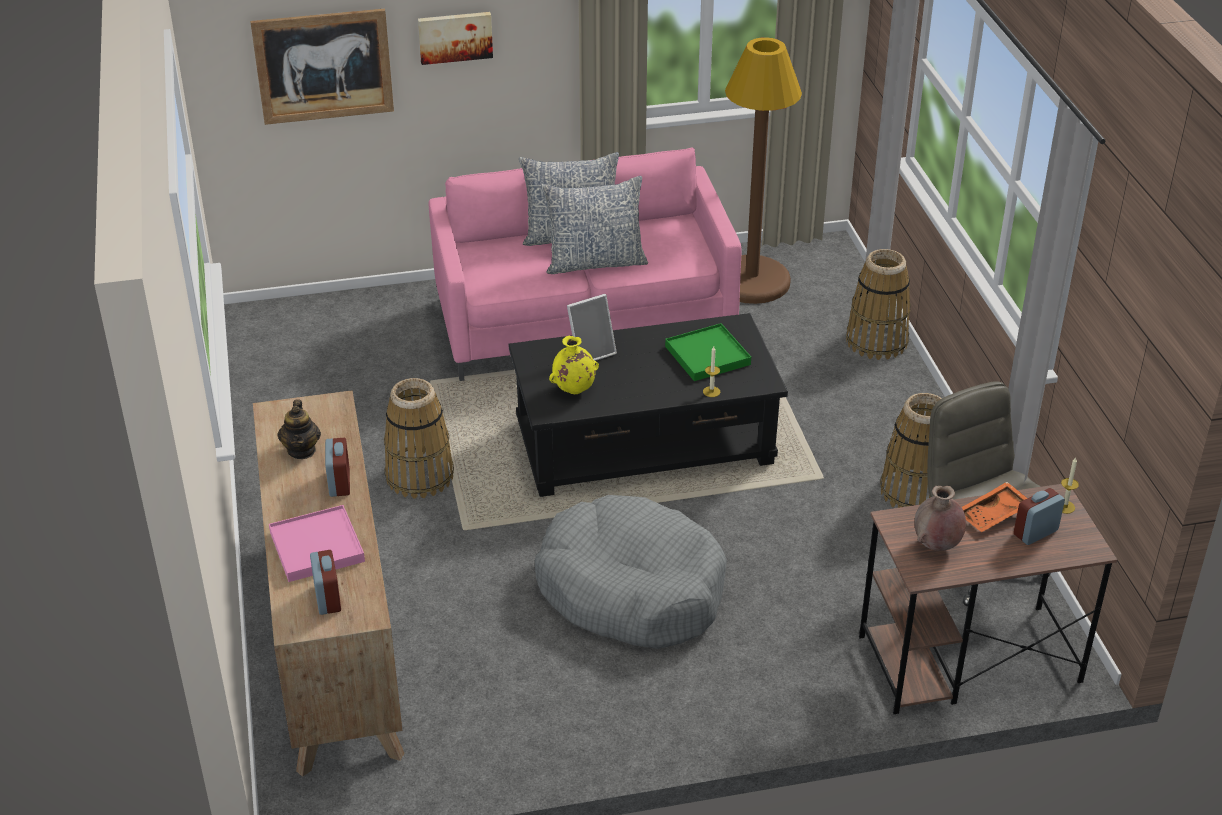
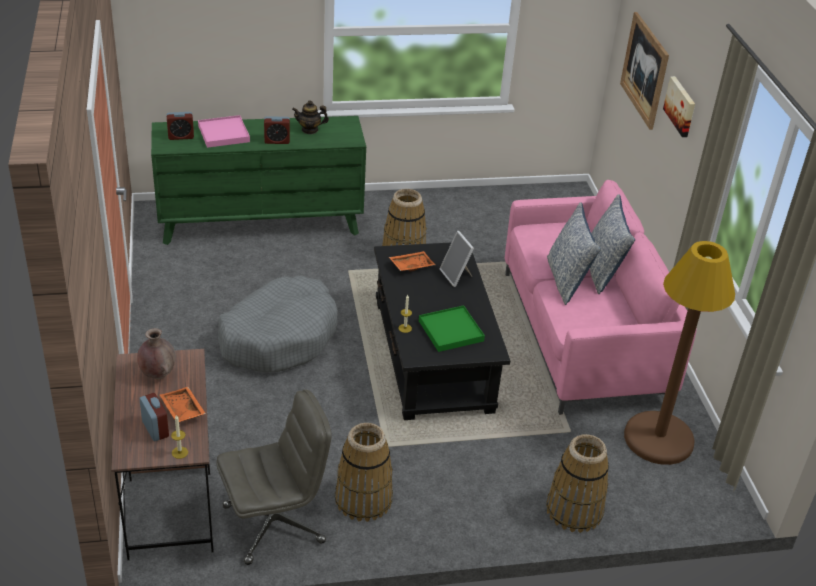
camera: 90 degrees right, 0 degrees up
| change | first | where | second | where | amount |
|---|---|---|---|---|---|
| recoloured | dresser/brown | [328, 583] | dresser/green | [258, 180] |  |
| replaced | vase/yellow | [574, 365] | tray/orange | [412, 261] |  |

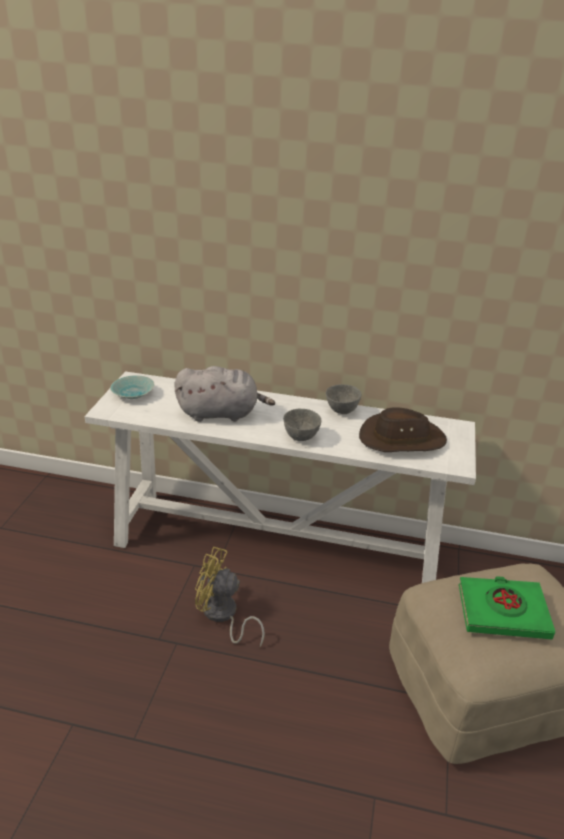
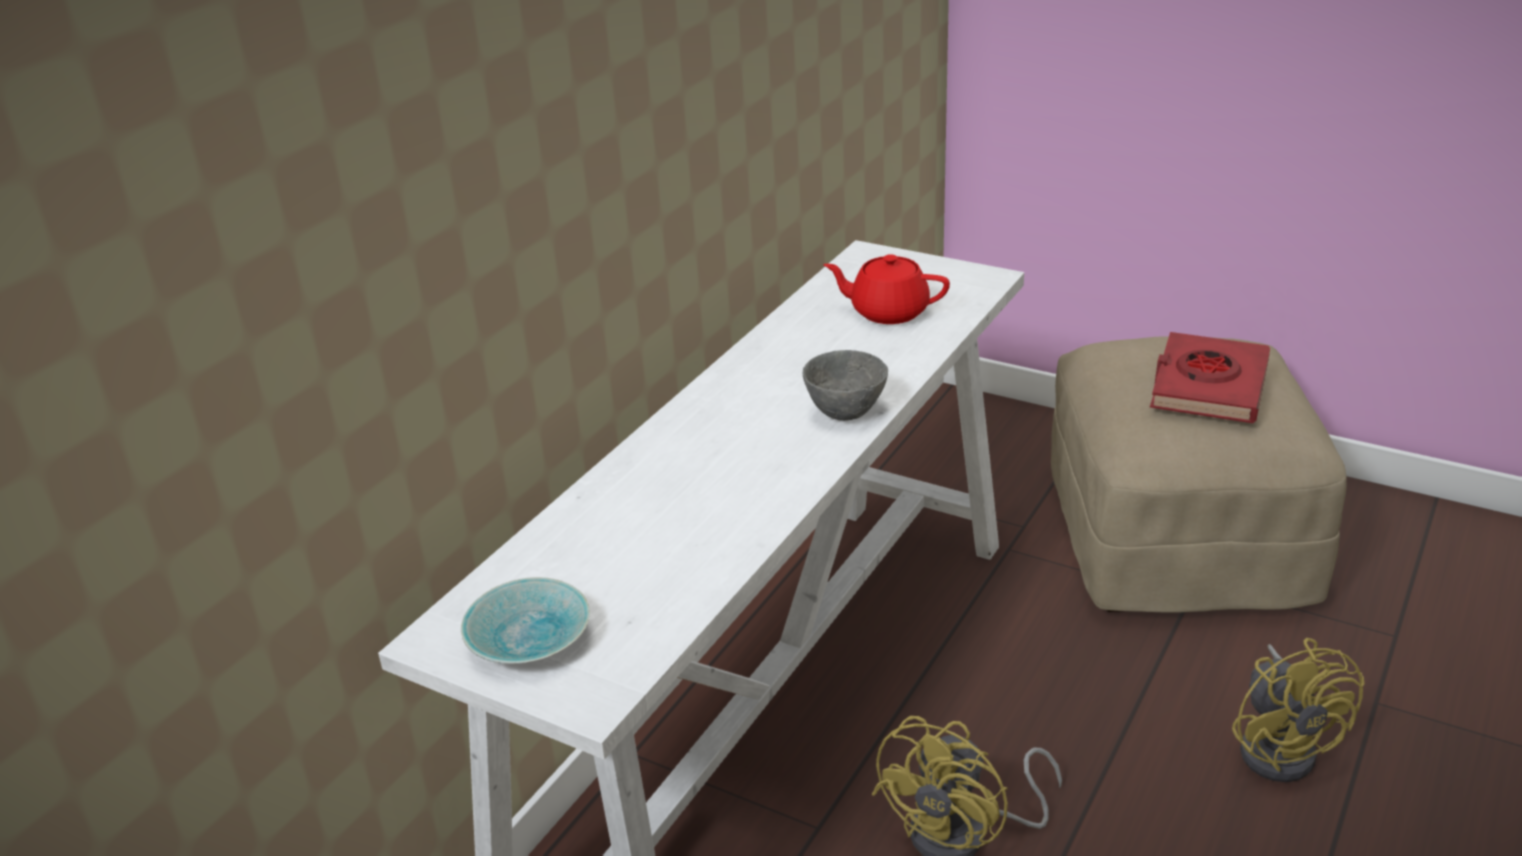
camera: 70 degrees left, 0 degrees up
| change | first | where | second | where | amount |
|---|---|---|---|---|---|
| replaced | hat/brown | [403, 429] | teapot/red | [886, 289] |  |
| recoloured | book/green | [507, 607] | book/red | [1210, 377] |  |
| added |  |  | fan/yellow | [1298, 710] |  |
| removed | plush toy/grey | [225, 394] |  |  |  |
| removed | bowl/grey | [343, 399] |  |  |  |

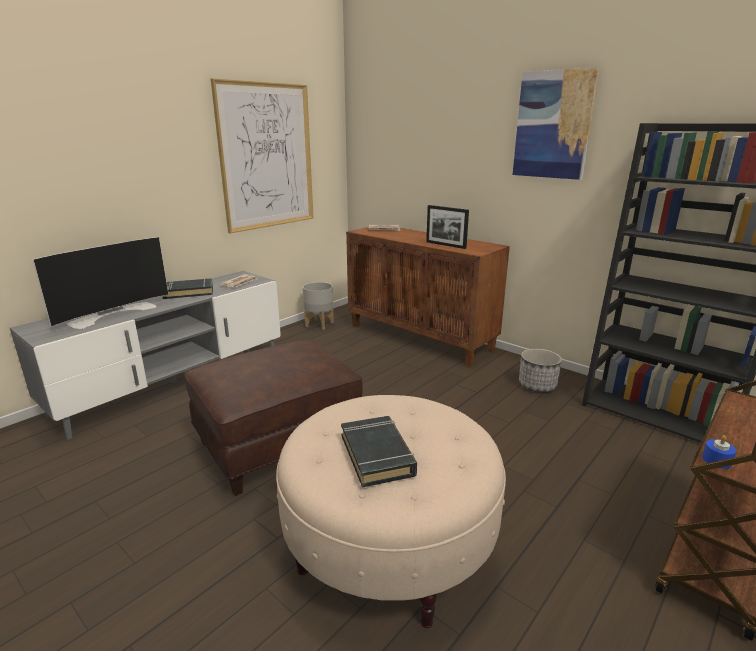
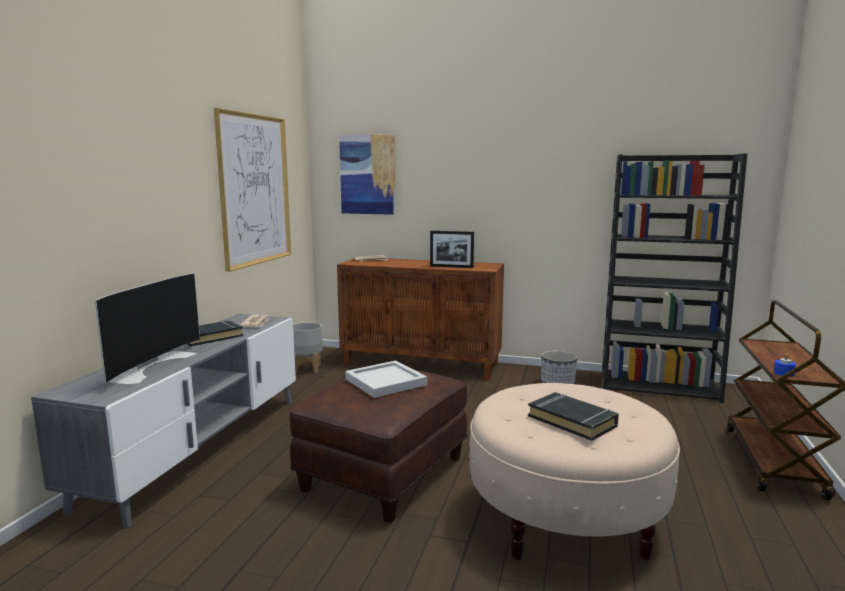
camera: 25 degrees left, 10 degrees down
| change | first | where | second | where | amount |
|---|---|---|---|---|---|
| moved | picture | [555, 123] |  | [367, 174] |  |
| added |  |  | tray/white | [386, 379] |  |

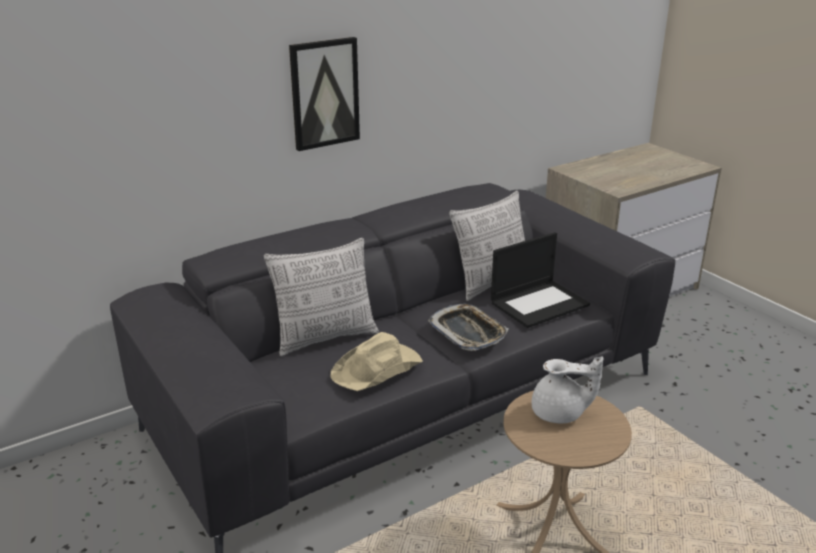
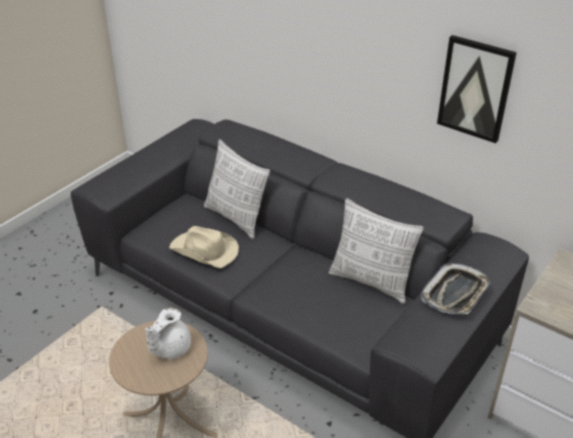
camera: 70 degrees right, 10 degrees up
| change | first | where | second | where | amount |
|---|---|---|---|---|---|
| turned | teapot/white | [567, 389] |  | [168, 333] | 45 degrees clockwise |
| moved | tray | [468, 327] |  | [456, 288] |  |
| moved | picture | [324, 94] |  | [477, 89] |  |
| removed | laptop | [540, 280] |  |  |  |

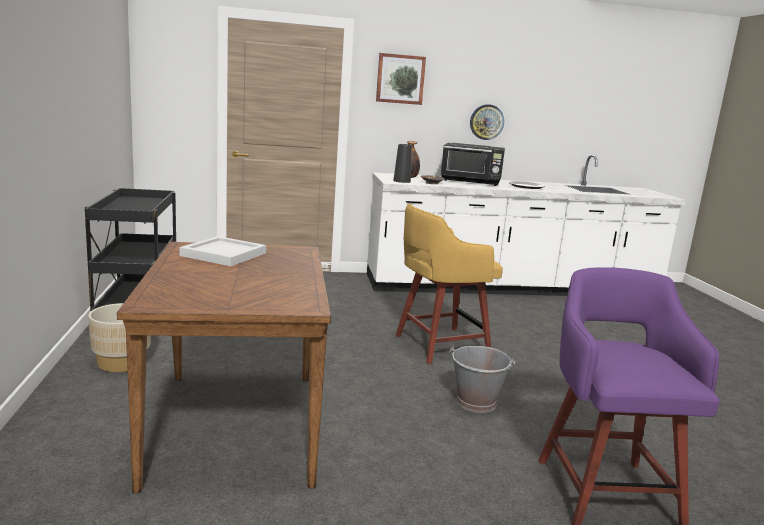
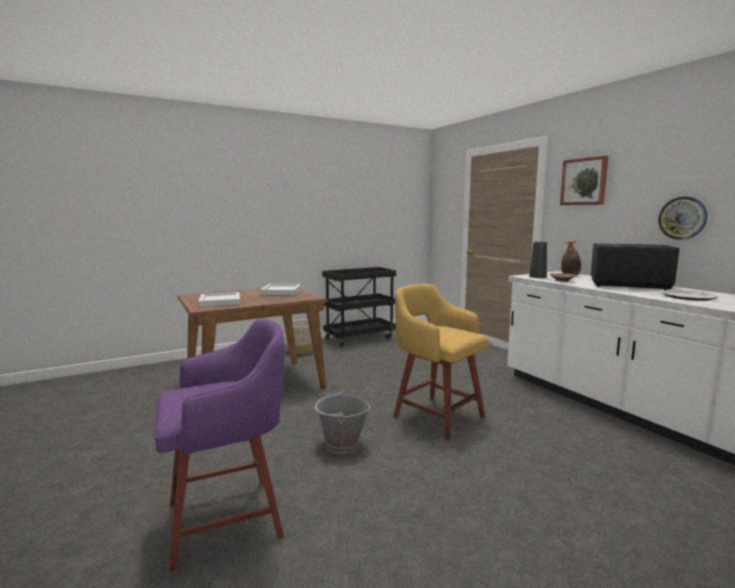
camera: 70 degrees right, 5 degrees down
| change | first | where | second | where | amount |
|---|---|---|---|---|---|
| added |  |  | tray/white | [219, 299] |  |
| turned | microwave/black | [473, 164] |  | [635, 266] | 120 degrees clockwise |

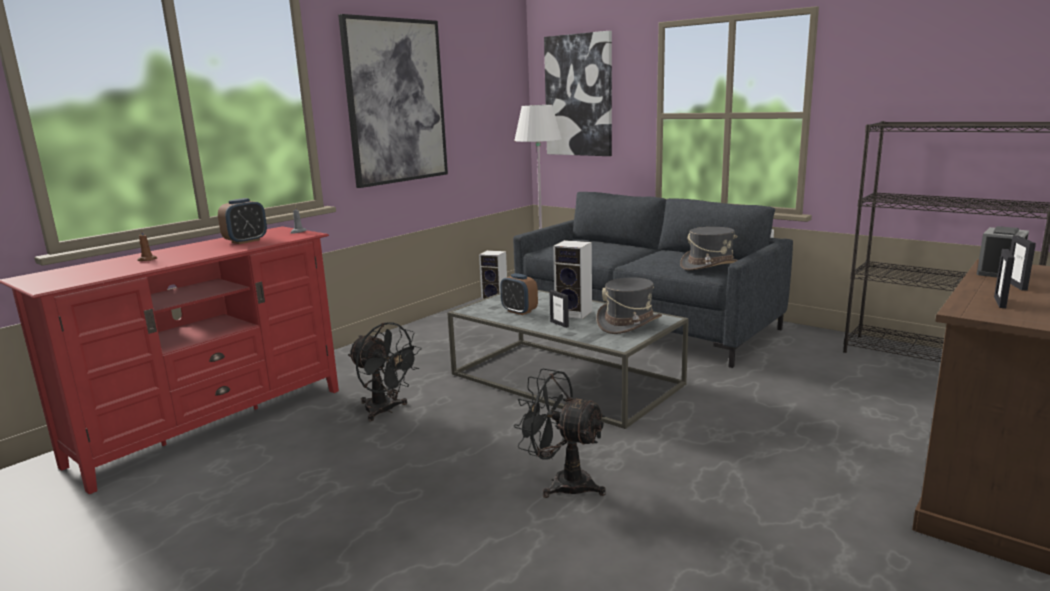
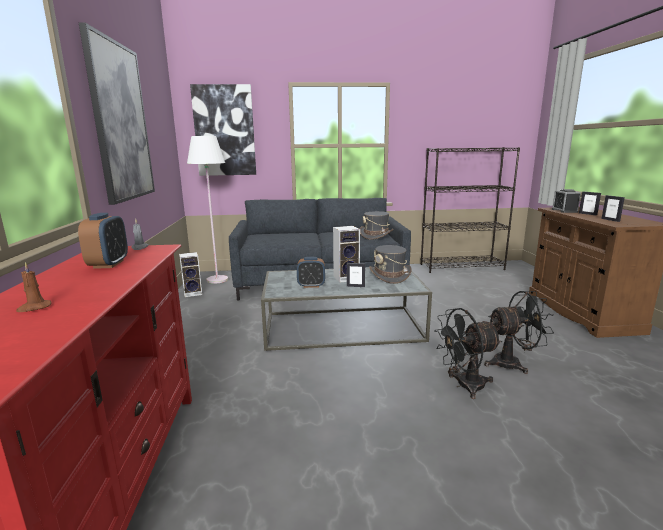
camera: 45 degrees left, 0 degrees up
| change | first | where | second | where | amount |
|---|---|---|---|---|---|
| moved | fan/black | [384, 371] |  | [519, 332] |  |

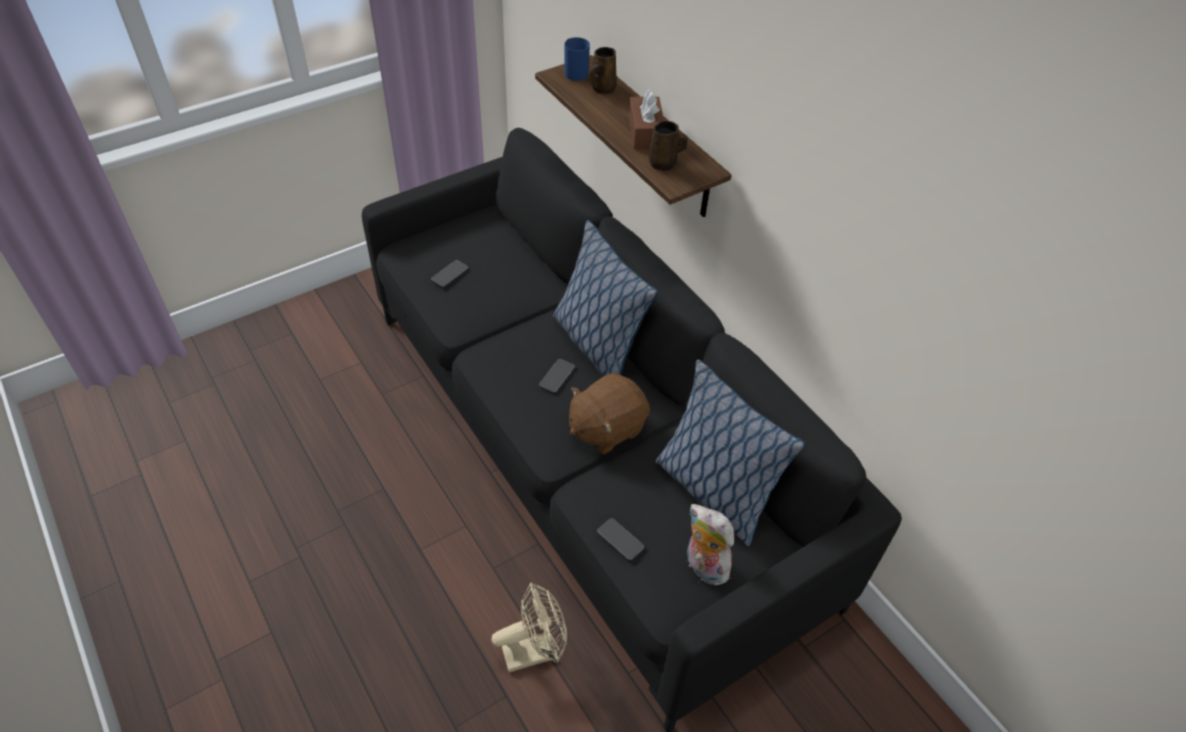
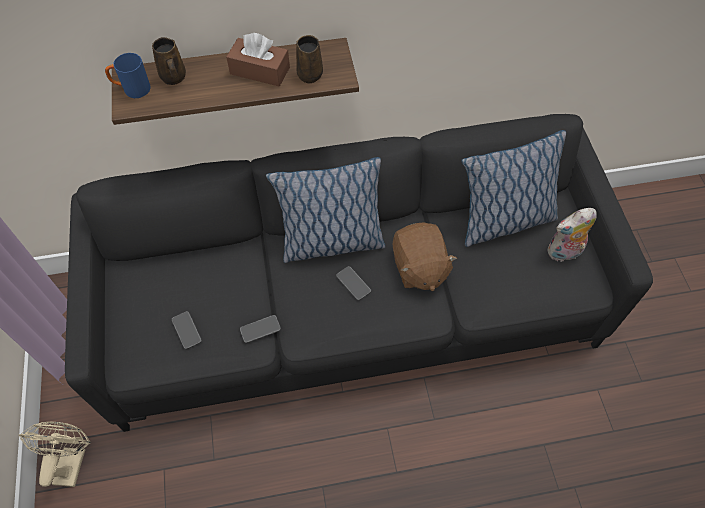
camera: 65 degrees left, 10 degrees up
| change | first | where | second | where | amount |
|---|---|---|---|---|---|
| moved | fan/beige | [529, 627] |  | [55, 454] |  |
| moved | phone | [621, 539] |  | [260, 329] |  |

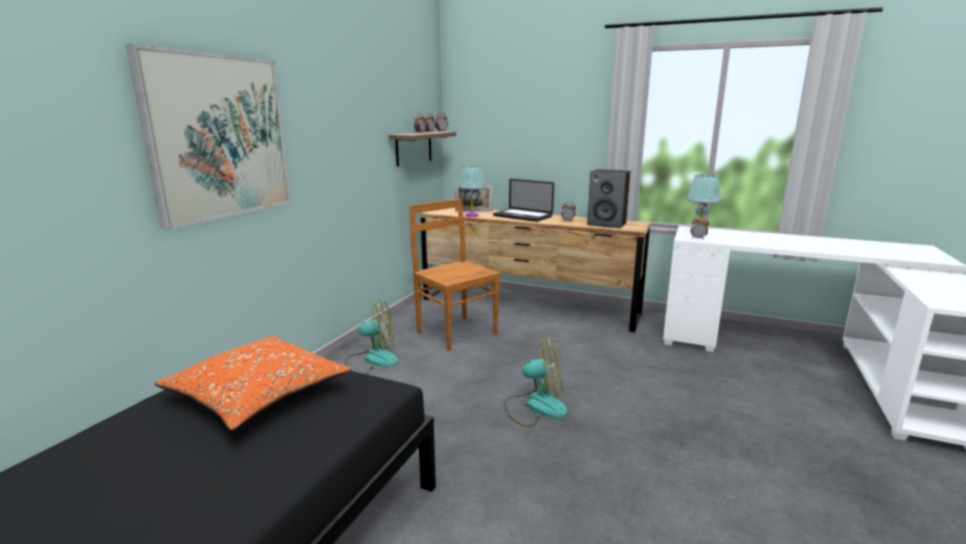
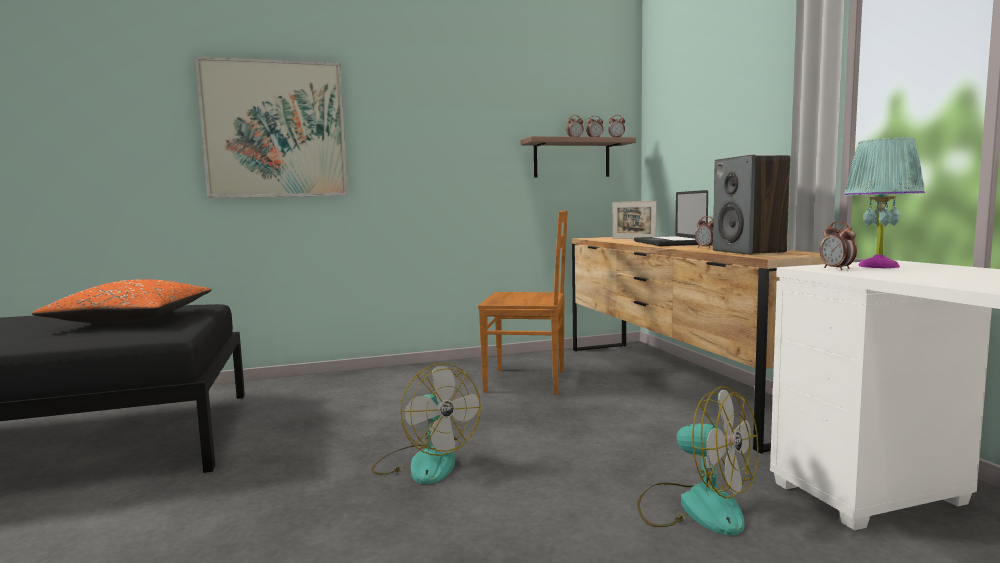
camera: 50 degrees right, 10 degrees down
| change | first | where | second | where | amount |
|---|---|---|---|---|---|
| turned | chair/brown | [455, 275] |  | [523, 303] | 90 degrees clockwise |
| moved | fan | [371, 337] |  | [697, 460] |  |
| removed | table lamp/turquoise | [471, 191] |  |  |  |

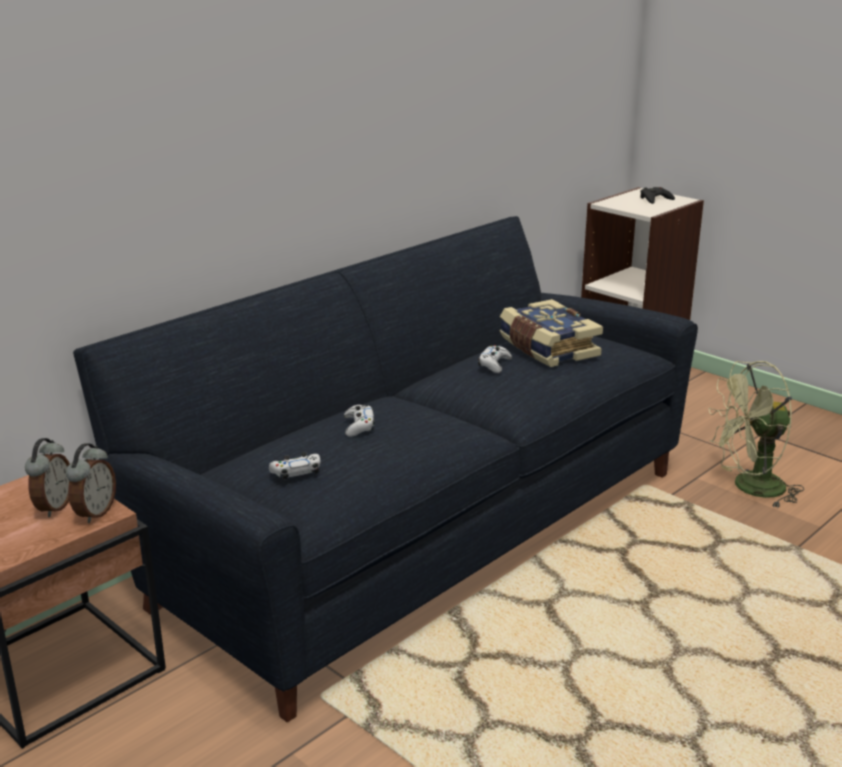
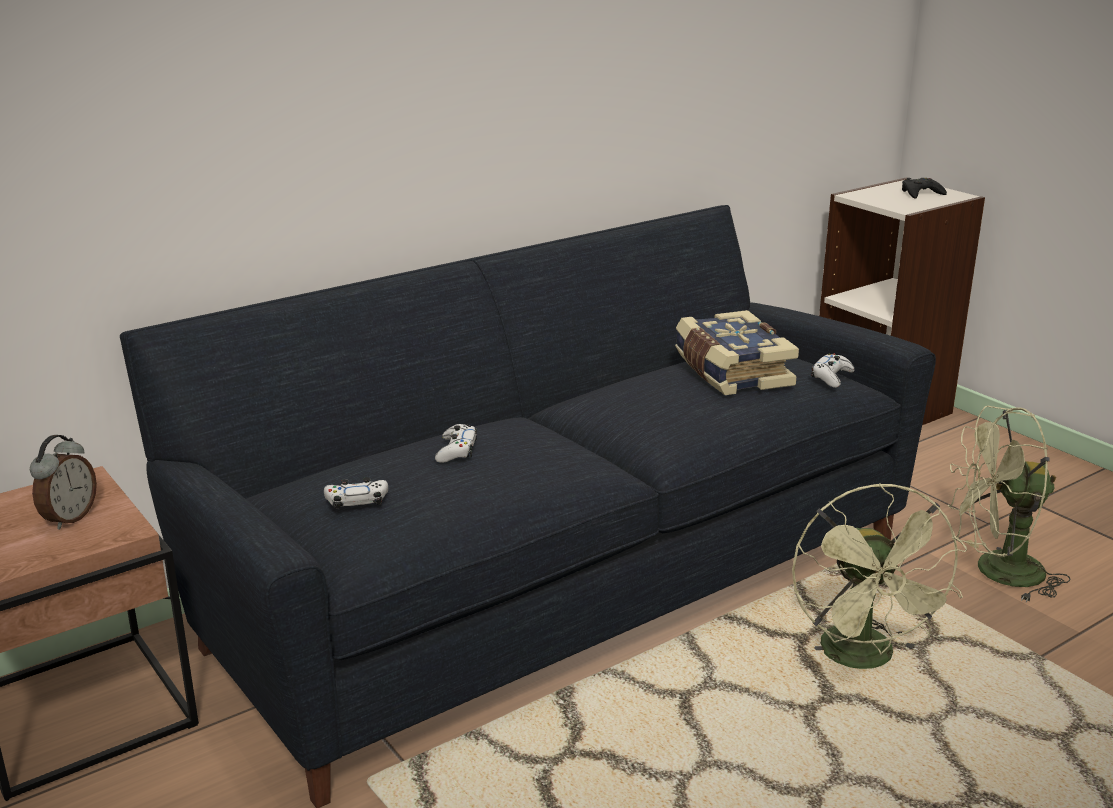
camera: 10 degrees right, 0 degrees up
| change | first | where | second | where | amount |
|---|---|---|---|---|---|
| added |  |  | fan/green | [879, 576] |  |
| moved | game controller/white | [495, 359] |  | [833, 370] |  |
| removed | alarm clock | [91, 483] |  |  |  |

